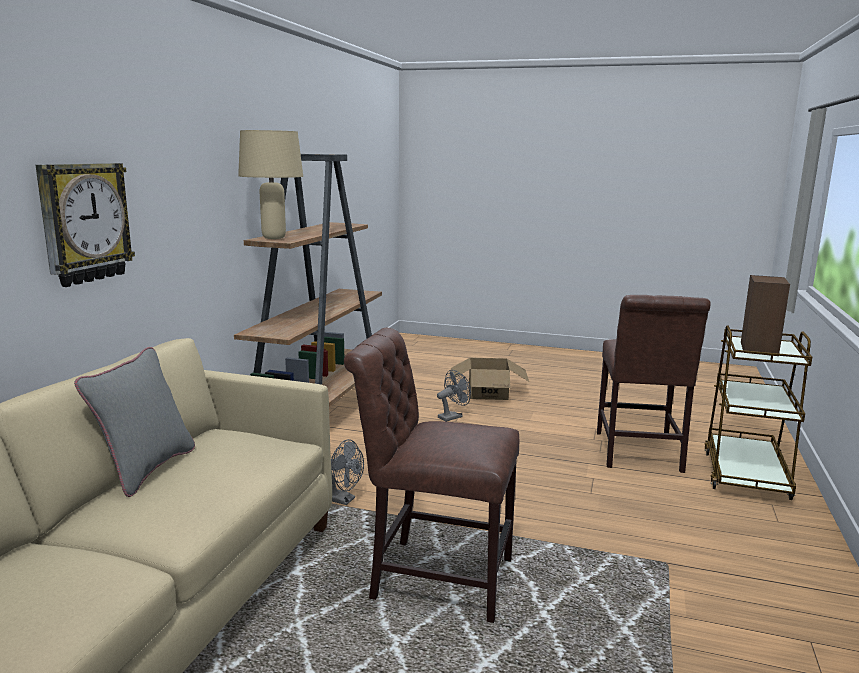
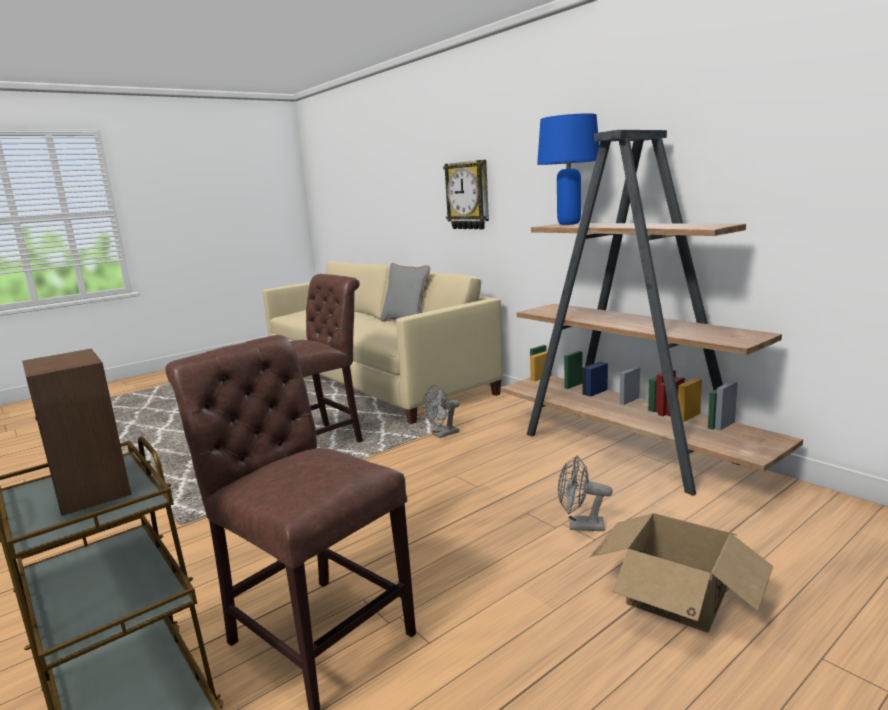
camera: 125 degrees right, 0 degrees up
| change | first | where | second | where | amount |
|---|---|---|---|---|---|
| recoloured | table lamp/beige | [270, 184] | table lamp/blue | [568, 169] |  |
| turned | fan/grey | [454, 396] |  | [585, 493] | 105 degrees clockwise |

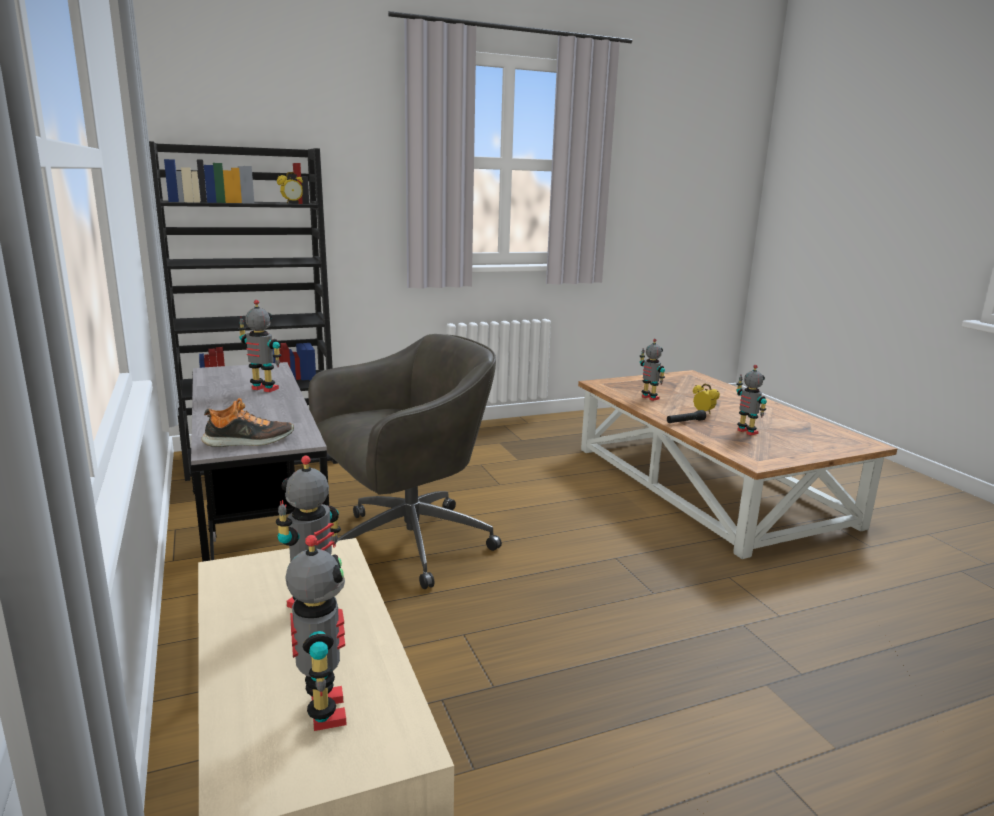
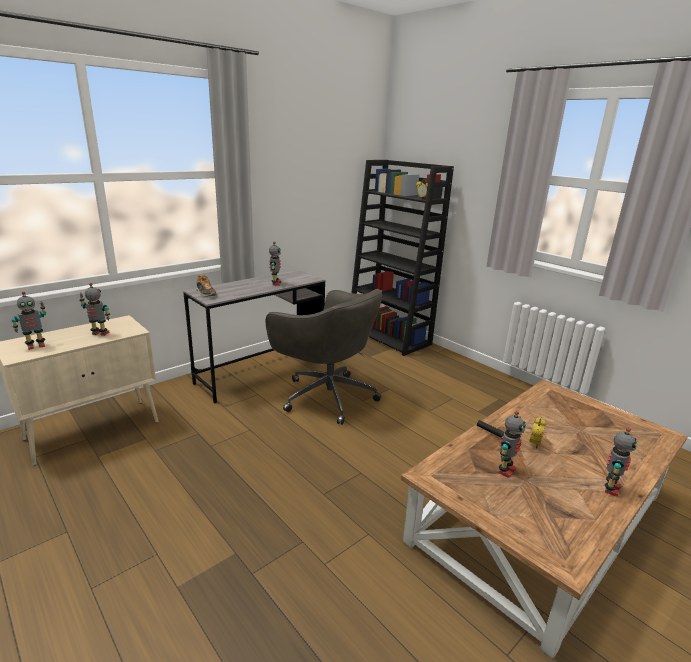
camera: 70 degrees right, 5 degrees up
| change | first | where | second | where | amount |
|---|---|---|---|---|---|
| moved | toy robot | [652, 370] |  | [621, 462] |  |

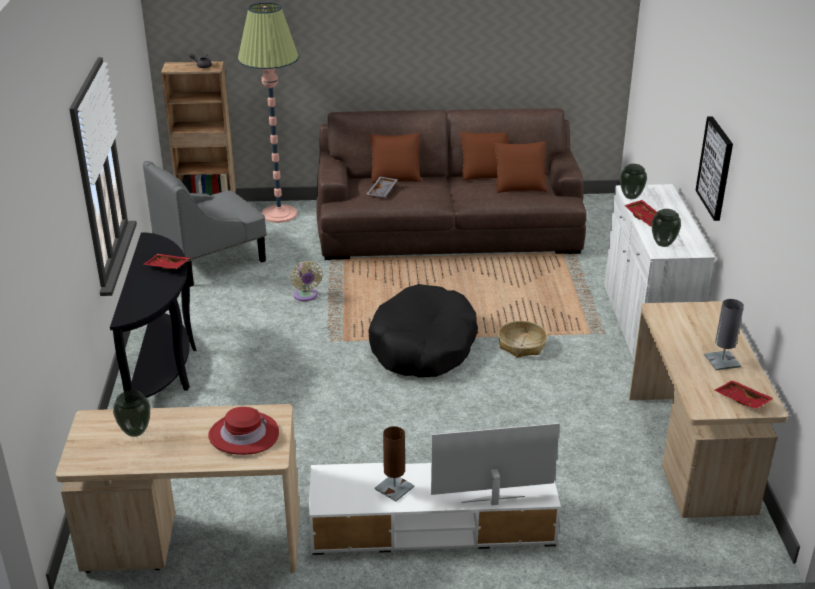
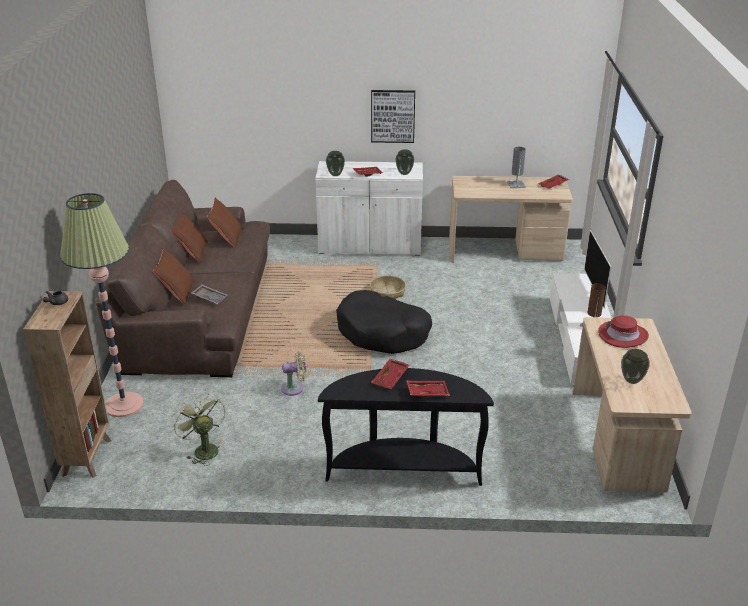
camera: 85 degrees left, 0 degrees up
| change | first | where | second | where | amount |
|---|---|---|---|---|---|
| replaced | armchair/grey | [204, 224] | fan/green | [198, 429] |  |
| added |  |  | tray/red | [428, 389] |  |

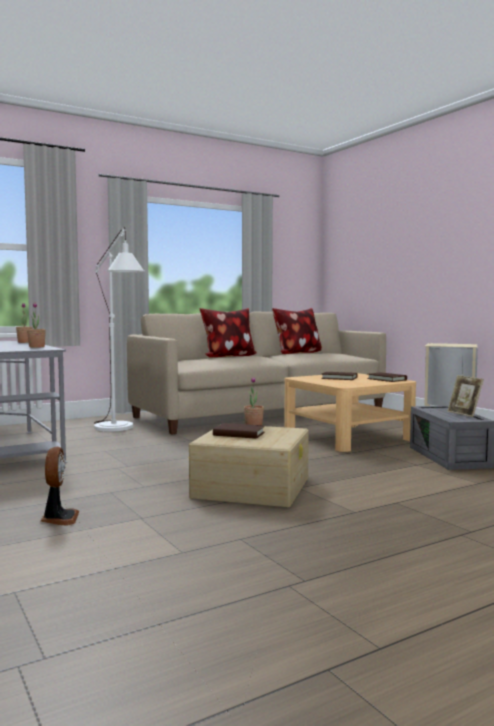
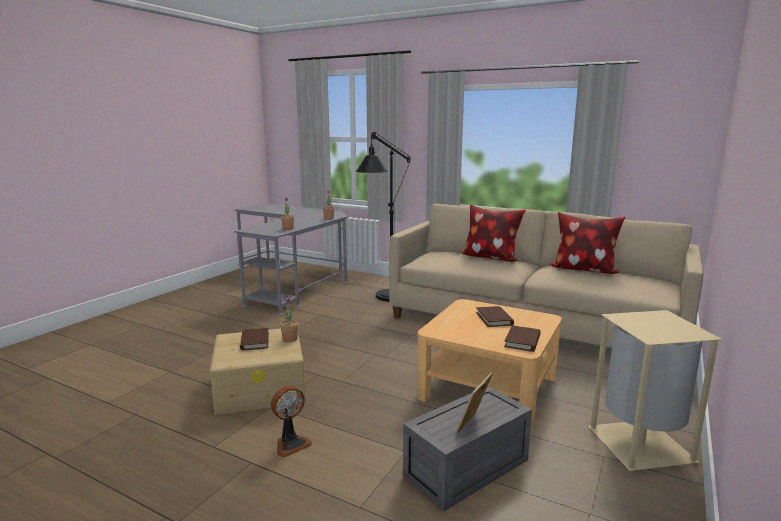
camera: 60 degrees right, 10 degrees up
| change | first | where | second | where | amount |
|---|---|---|---|---|---|
| moved | fan | [60, 486] |  | [291, 421] |  |
| recoloured | floor lamp/white | [119, 329] | floor lamp/black | [383, 216] |  |

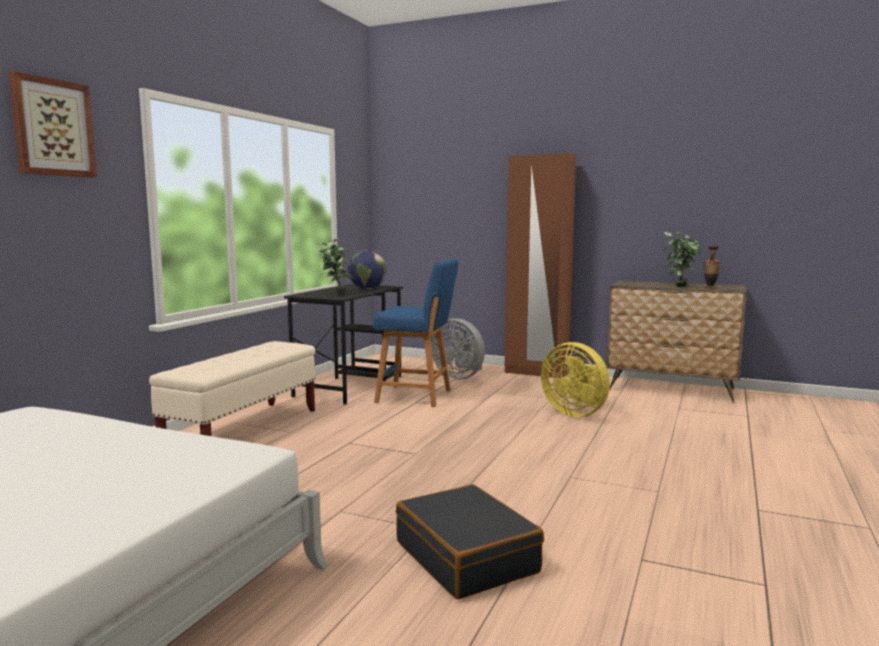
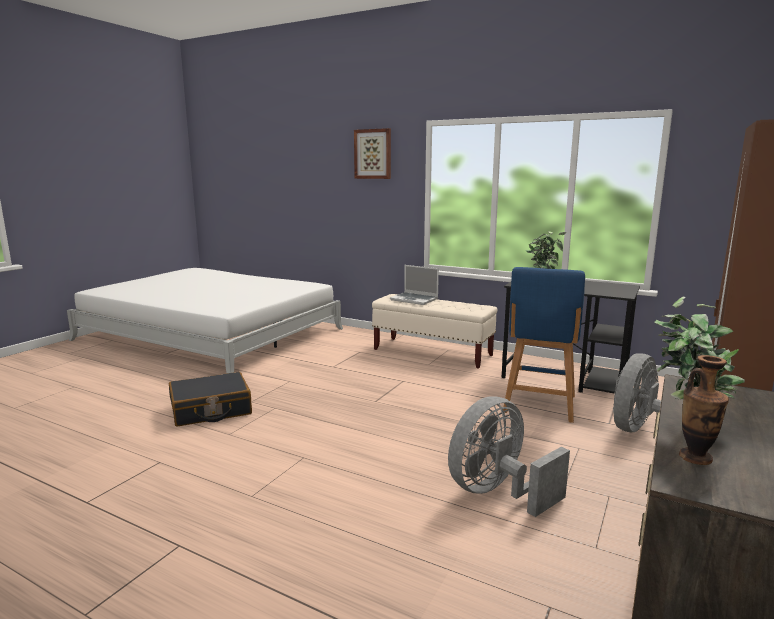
camera: 95 degrees right, 5 degrees up
| change | first | where | second | where | amount |
|---|---|---|---|---|---|
| added |  |  | laptop | [414, 285] |  |
| recoloured | fan/yellow | [575, 379] | fan/grey | [509, 456] |  |
| removed | globe | [367, 269] |  |  |  |

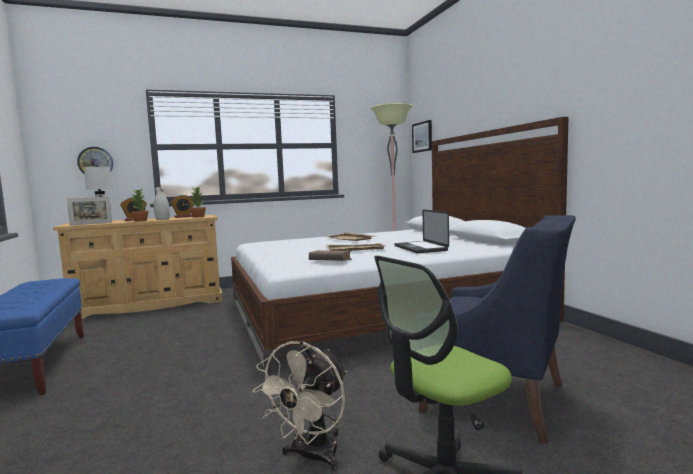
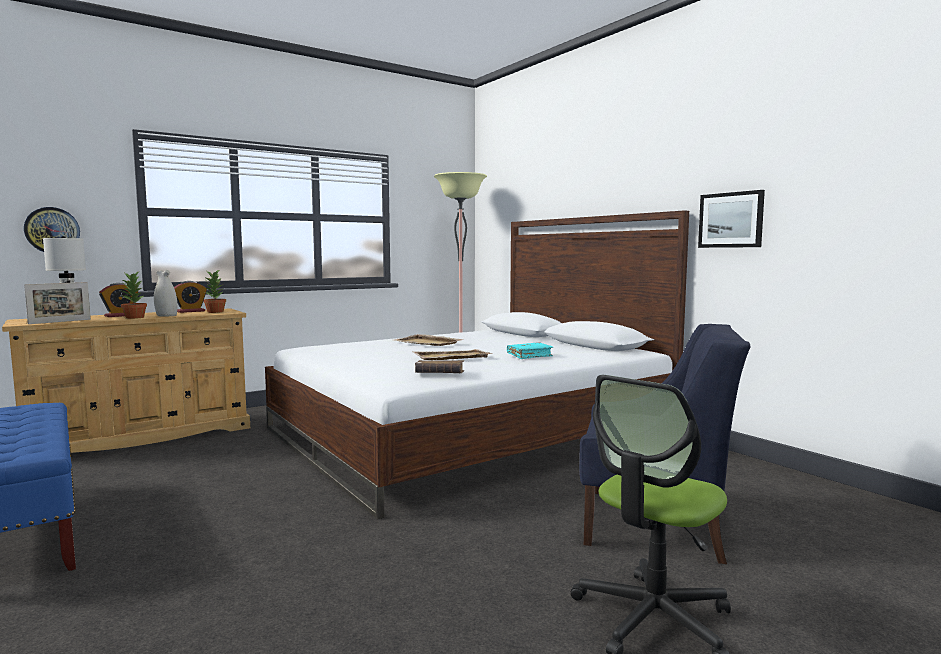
camera: 15 degrees left, 0 degrees up
| change | first | where | second | where | amount |
|---|---|---|---|---|---|
| replaced | laptop | [421, 231] | book/turquoise | [530, 350] |  |
| moved | picture | [422, 136] |  | [731, 219] |  |
| removed | fan/beige | [300, 406] |  |  |  |

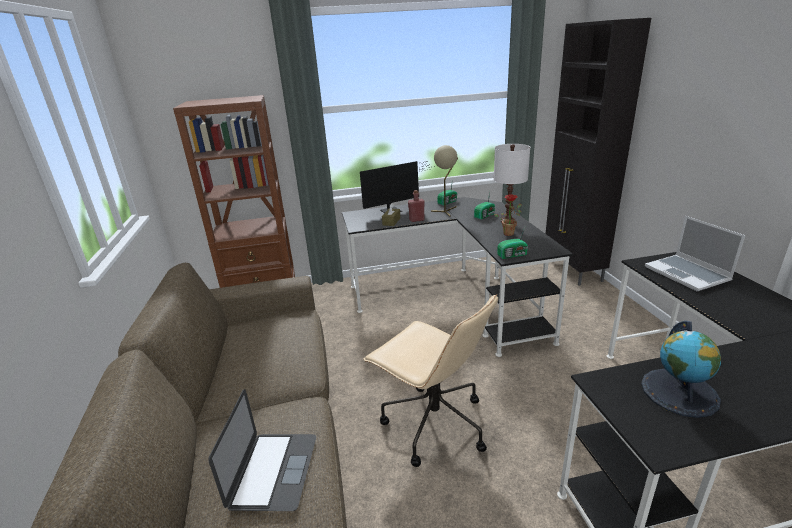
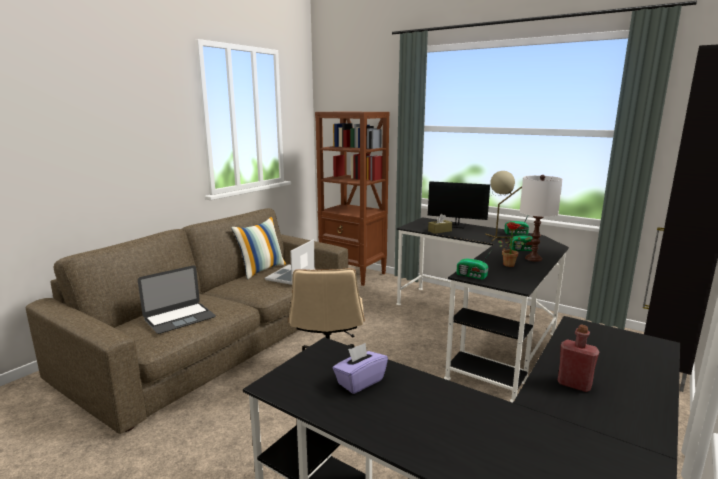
camera: 45 degrees right, 10 degrees down
| change | first | where | second | where | amount |
|---|---|---|---|---|---|
| added |  |  | pillow | [258, 247] |  |
| moved | laptop | [695, 253] |  | [290, 262] |  |
| replaced | globe | [681, 369] | tissue box/purple | [360, 368] |  |
| moved | bottle/red | [416, 206] |  | [578, 358] |  |

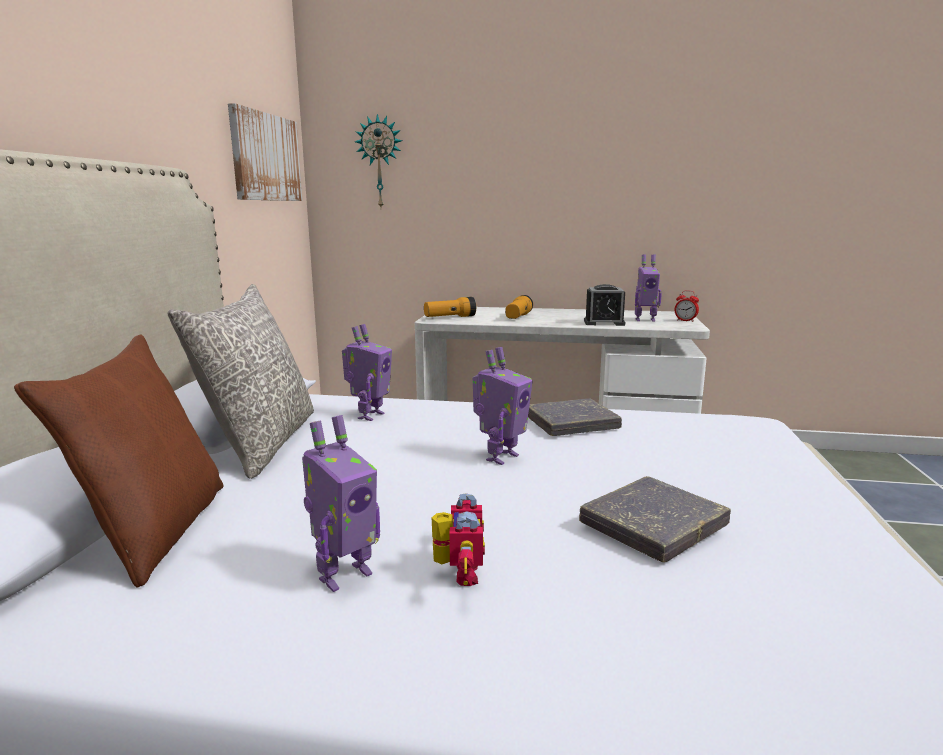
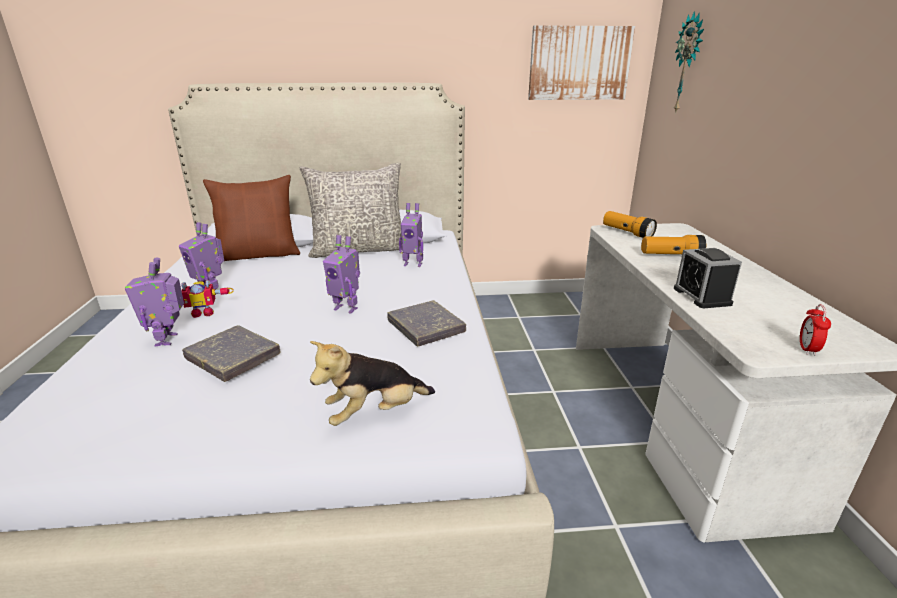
camera: 75 degrees right, 10 degrees up
| change | first | where | second | where | amount |
|---|---|---|---|---|---|
| moved | toy robot | [648, 288] |  | [154, 301] |  |
| added |  |  | plush toy | [372, 383] |  |

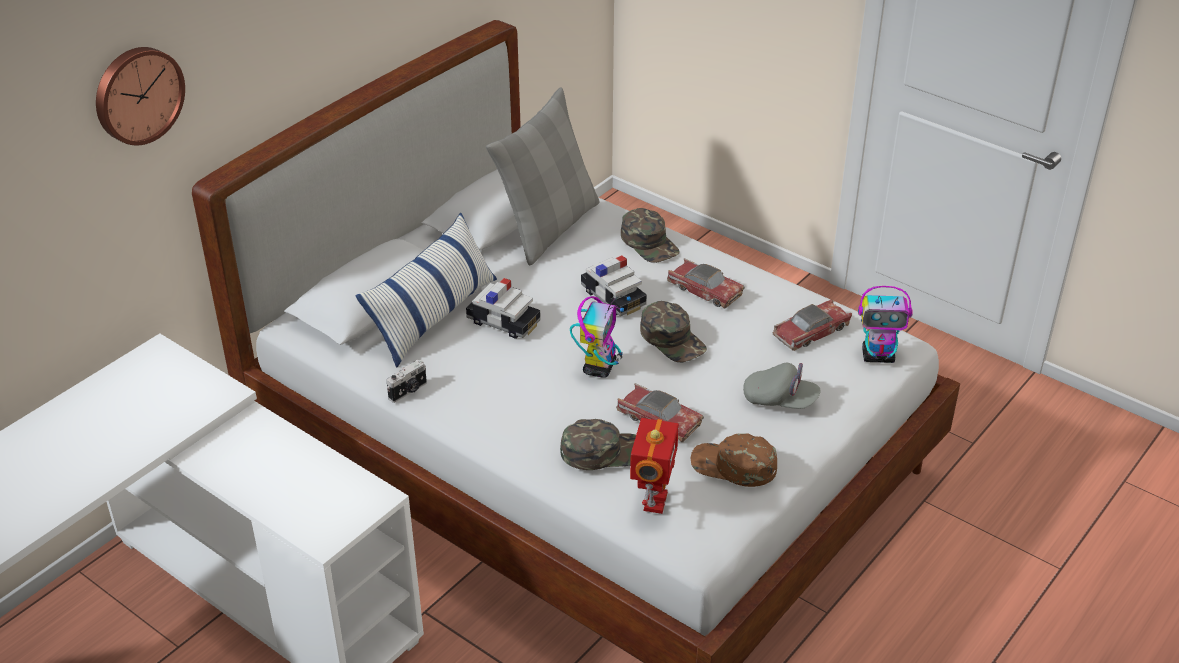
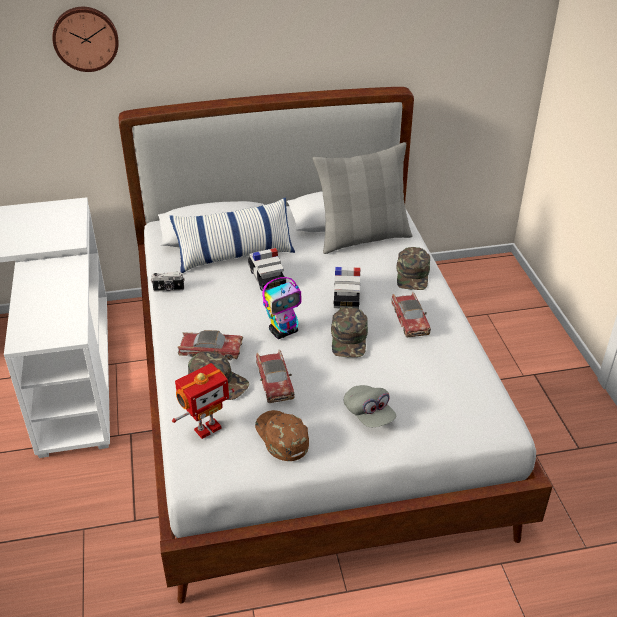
camera: 40 degrees right, 0 degrees up
| change | first | where | second | where | amount |
|---|---|---|---|---|---|
| moved | toy car | [812, 325] |  | [210, 345] |  |
| removed | toy robot | [885, 324] |  |  |  |

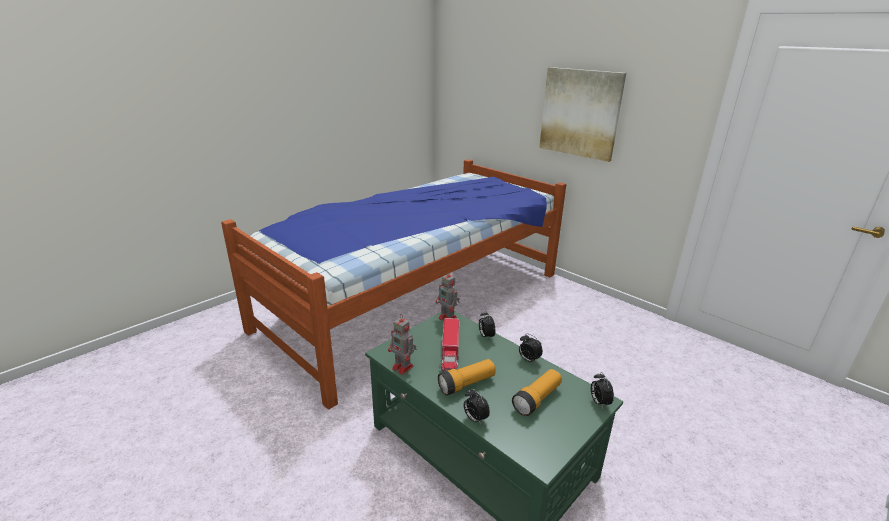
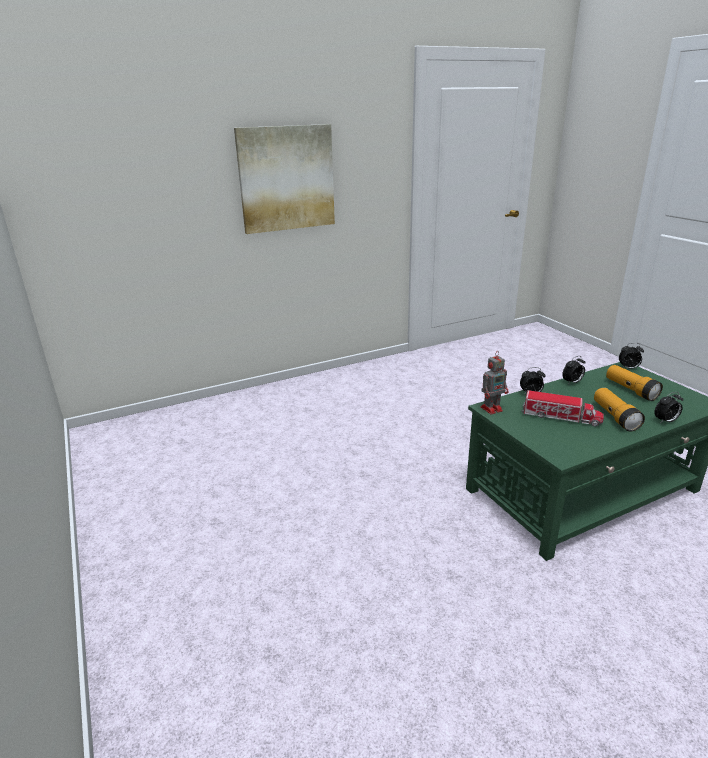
camera: 70 degrees left, 0 degrees up
| change | first | where | second | where | amount |
|---|---|---|---|---|---|
| removed | bed | [393, 284] |  |  |  |
| removed | toy robot | [402, 344] |  |  |  |

